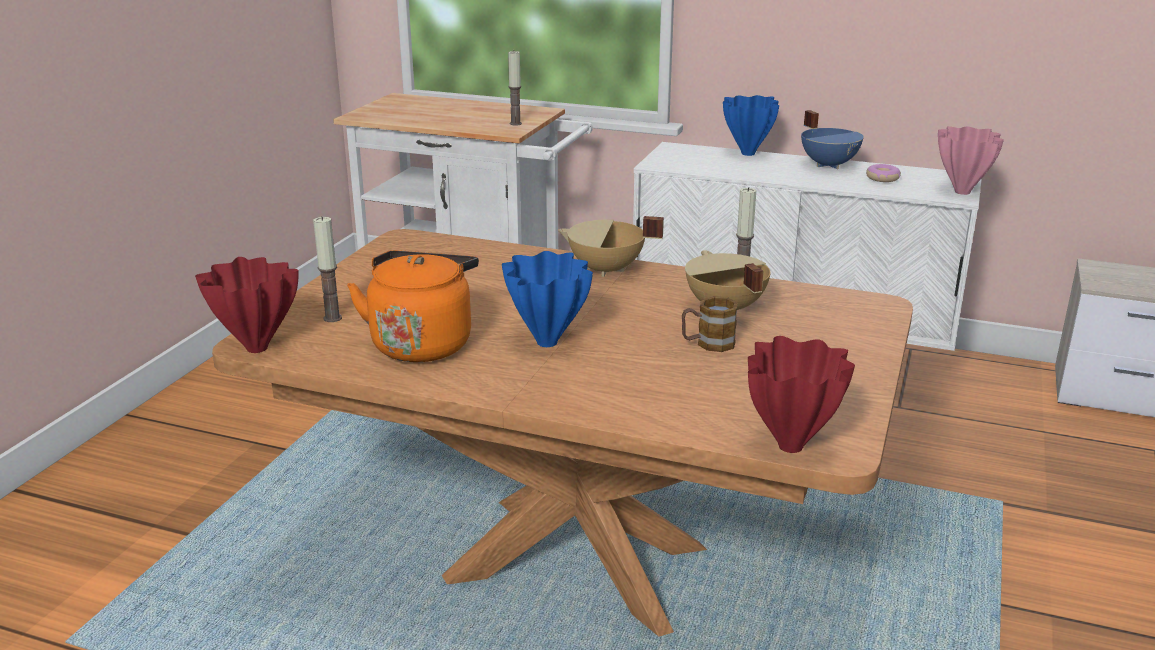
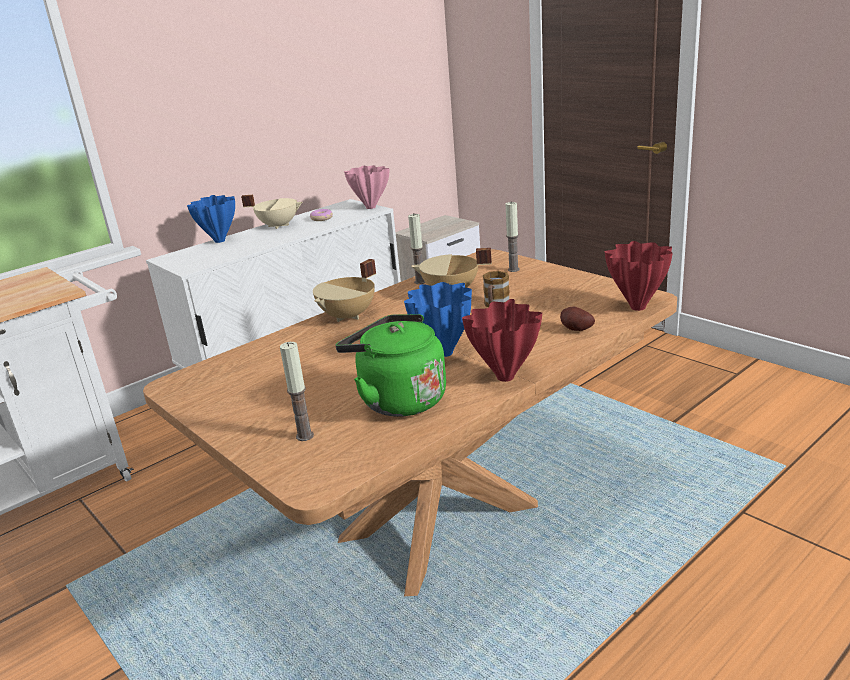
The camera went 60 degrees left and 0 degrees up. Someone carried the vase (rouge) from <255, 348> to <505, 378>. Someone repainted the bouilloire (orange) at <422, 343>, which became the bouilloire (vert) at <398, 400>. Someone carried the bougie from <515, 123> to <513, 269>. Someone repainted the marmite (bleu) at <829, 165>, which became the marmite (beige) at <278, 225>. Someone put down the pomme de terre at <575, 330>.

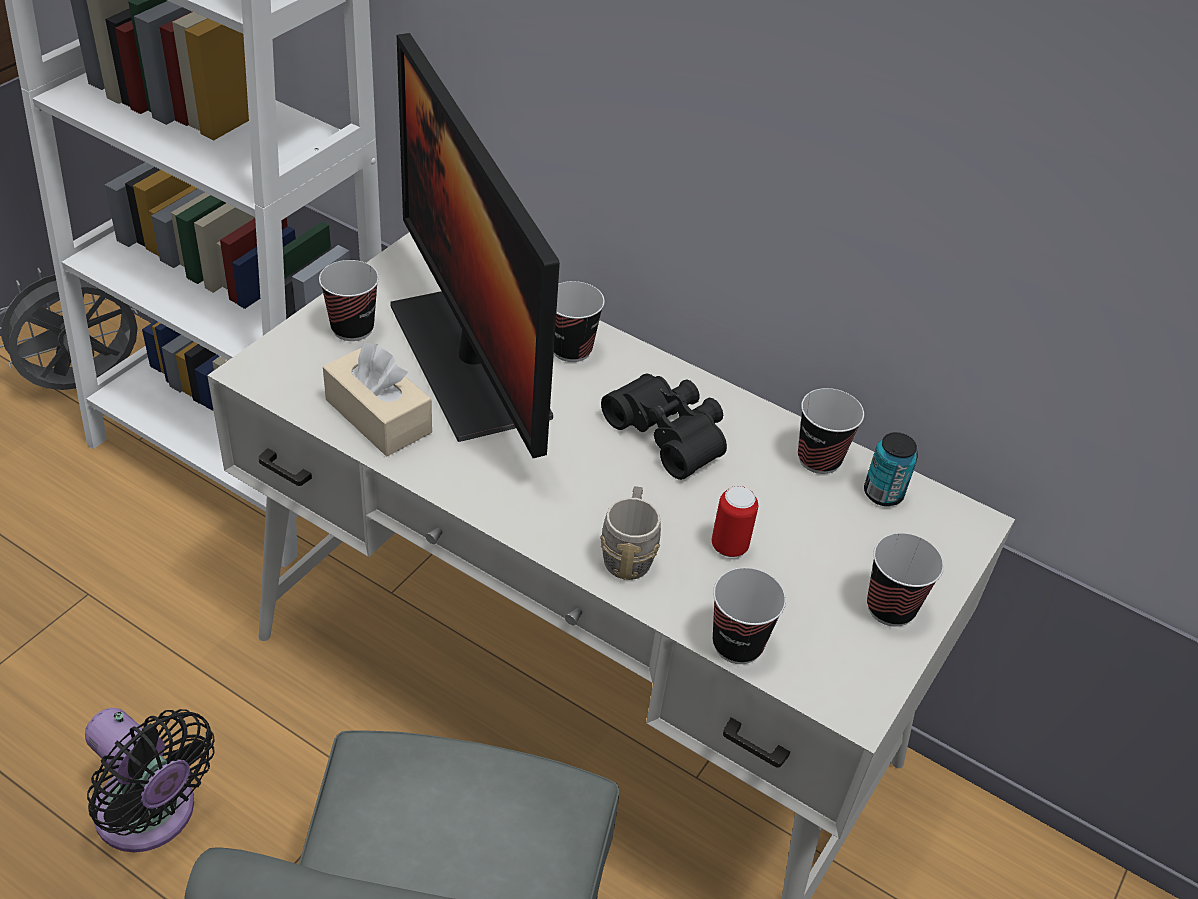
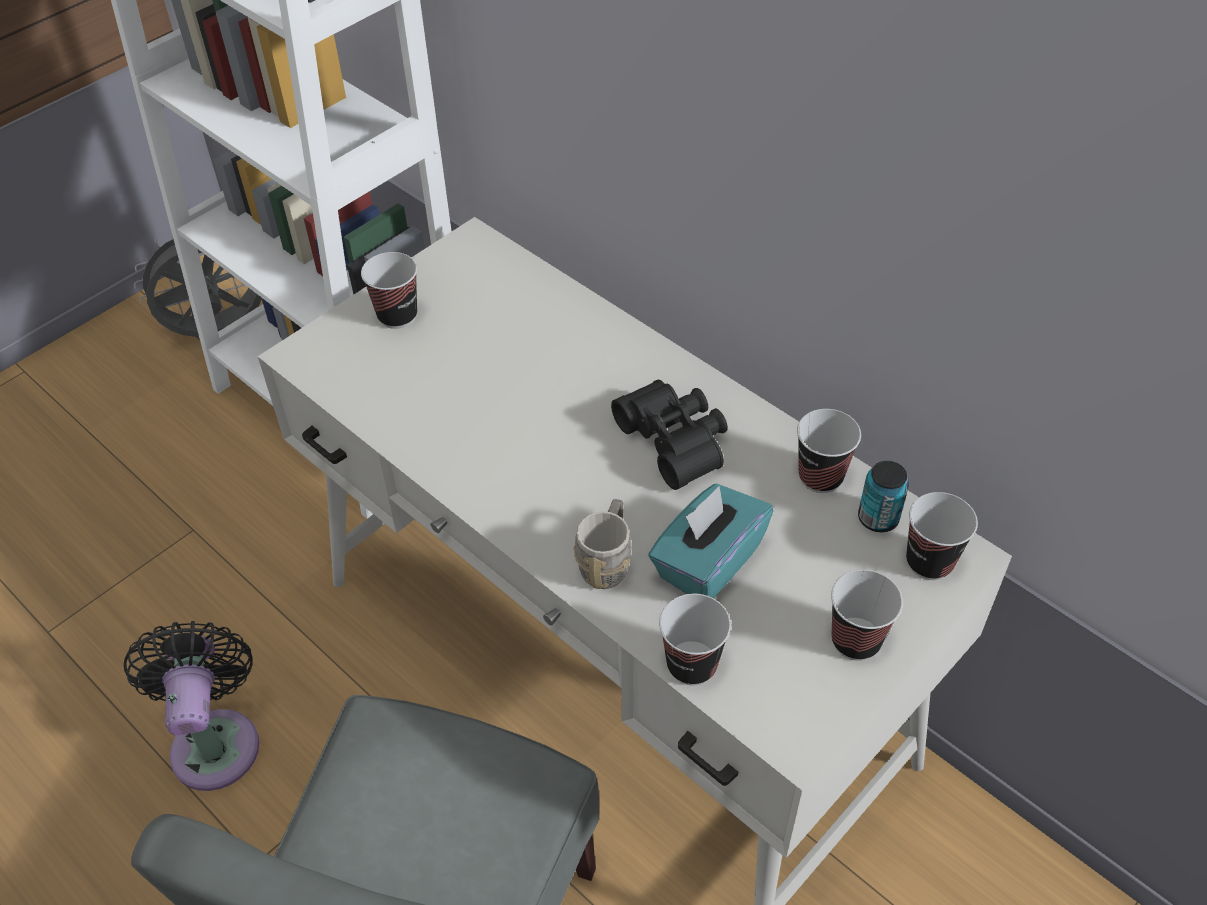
The camera went 15 degrees right and 5 degrees up. Someone rotated the ventilateur (noir) at <151, 815> by 150 degrees counterclockwise. Someone took away the boîte à mouchoirs (beige) at <378, 416>. Someone took away the écran d'ordinateur at <468, 360>. Someone carried the tasse from <571, 349> to <929, 562>. Someone swapped the boîte métallique at <729, 546> for the boîte à mouchoirs (turquoise) at <707, 562>.

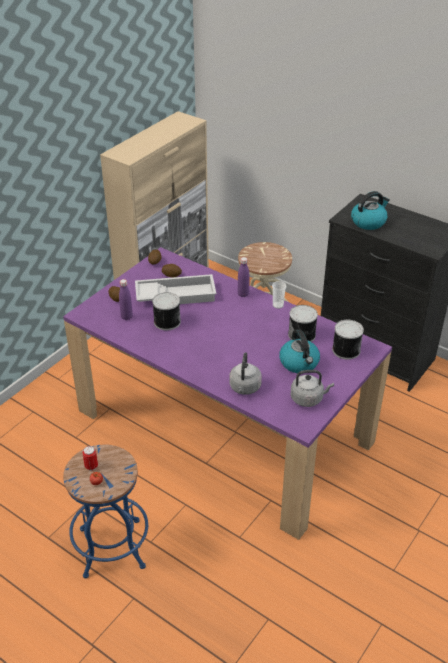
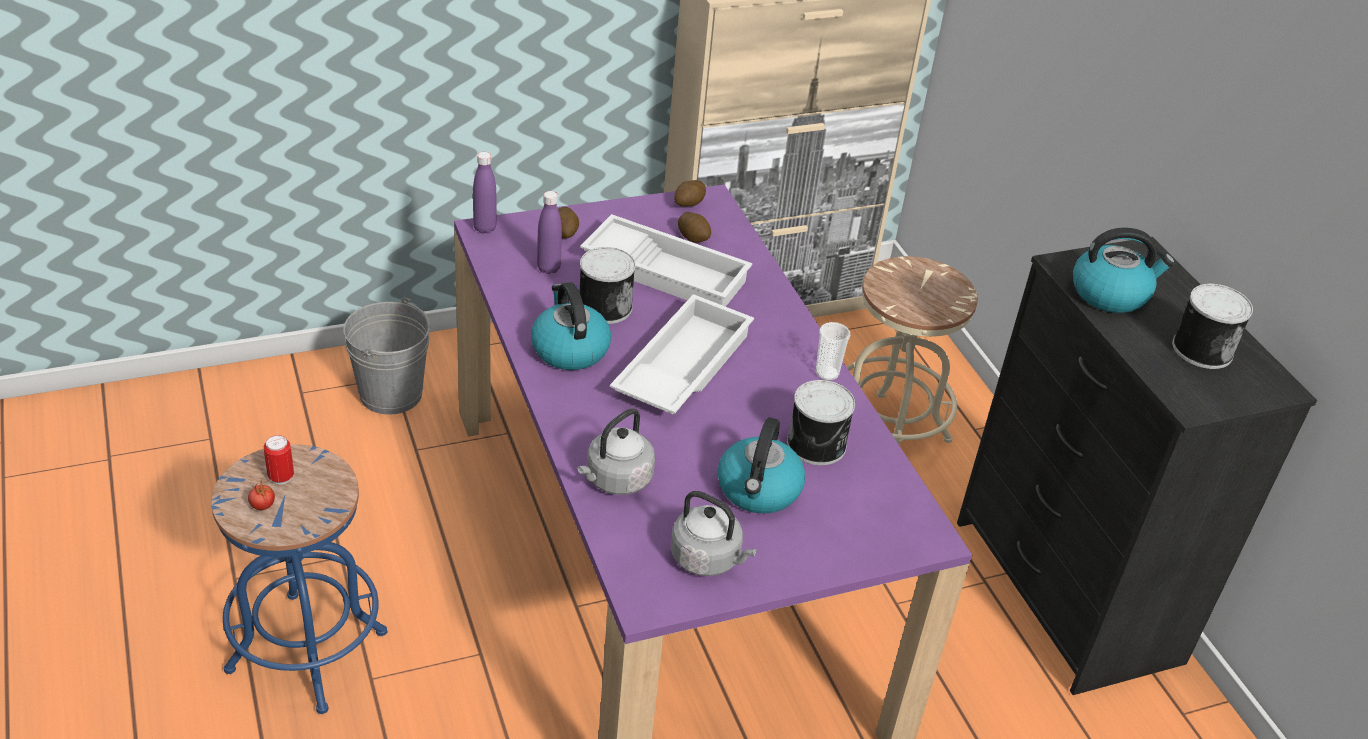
The camera went 30 degrees right and 0 degrees up. Someone carried the bouteille (violet) from <243, 294> to <485, 228>. Someone carried the boîte métallique from <345, 349> to <1201, 348>. Someone put down the seau (gris) at <391, 394>. Someone put down the bouilloire at <569, 349>. Someone put down the plateau (blanc) at <681, 366>.

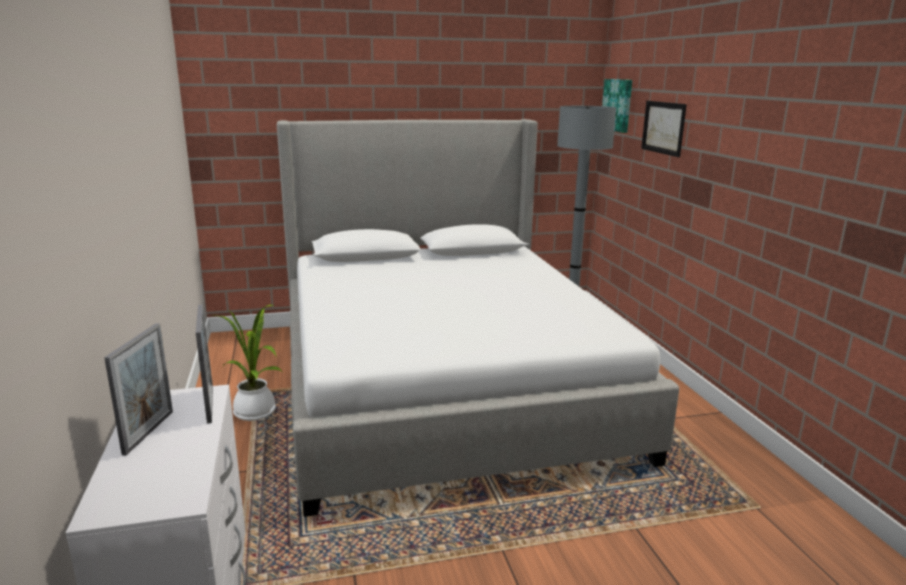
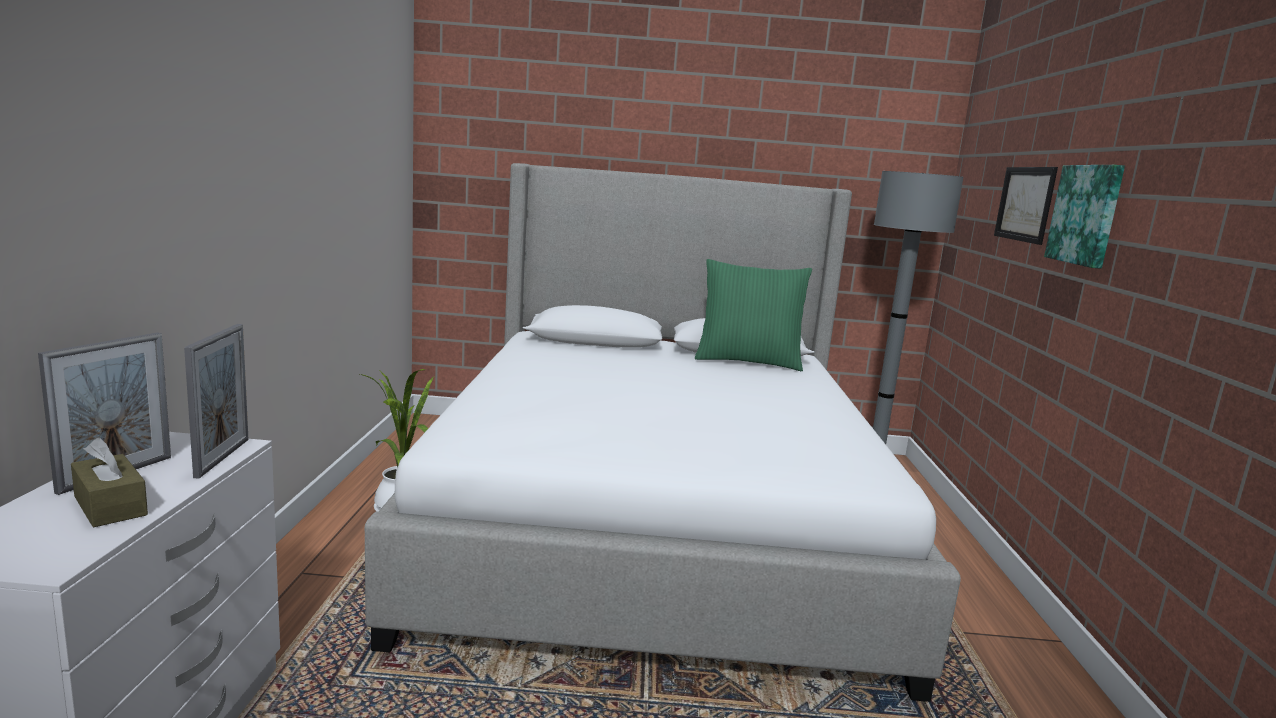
The camera went 15 degrees right and 5 degrees down. Someone carried the tableau from <618, 105> to <1086, 215>. Someone put down the boîte à mouchoirs (marron) at <110, 506>. Someone put down the coussin (vert) at <748, 361>.

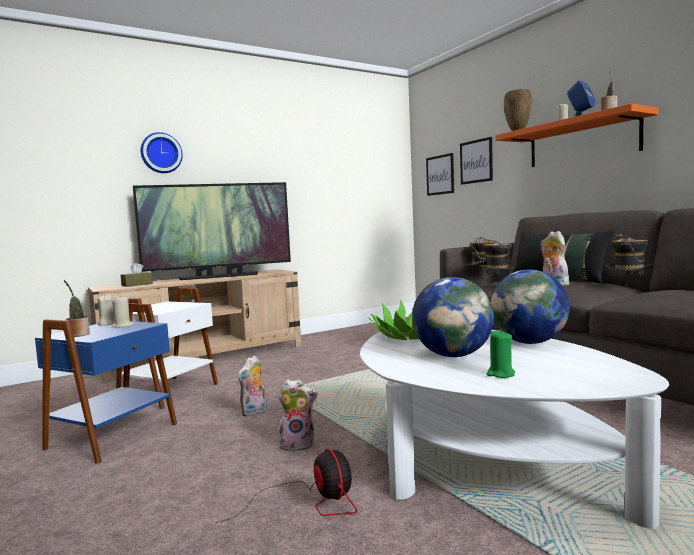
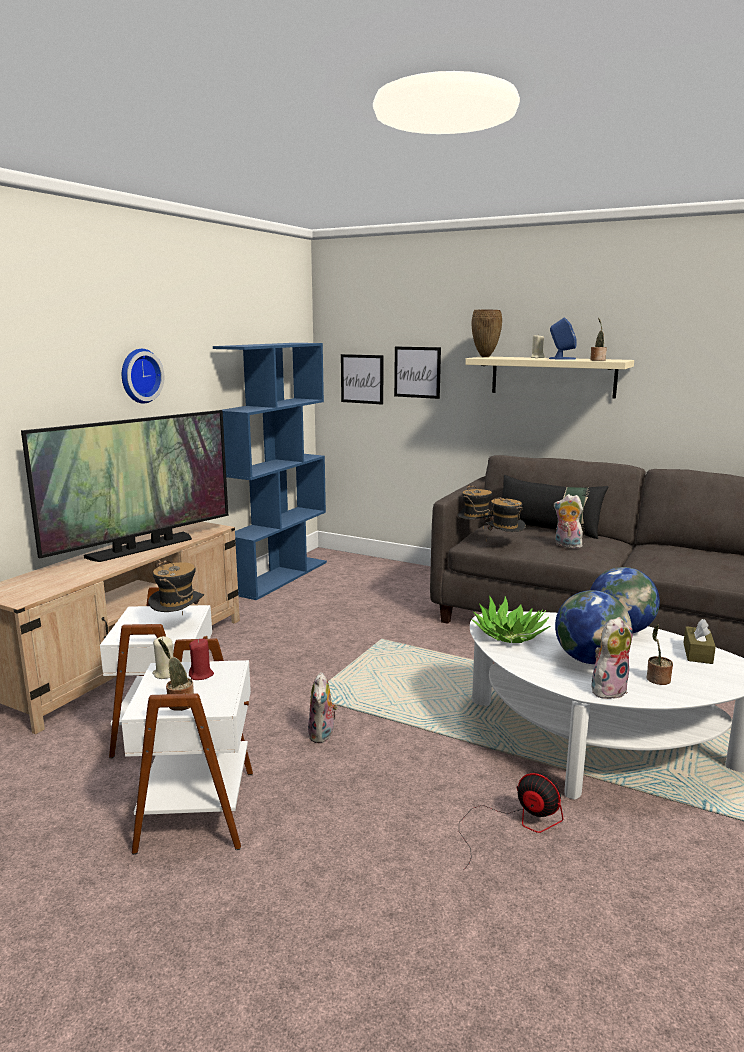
The camera went 30 degrees left and 10 degrees up. Someone repainted the table d'appoint (bleu) at <115, 436>, which became the table d'appoint (blanc) at <200, 809>. Someone repainted the bougie (beige) at <123, 326>, which became the bougie (rouge) at <201, 675>. Someone carried the boîte à mouchoirs (marron) from <137, 284> to <697, 653>. Someone carried the horloge murale from <161, 153> to <139, 376>. Someone carried the peluche from <298, 444> to <608, 689>. Someone swapped the bougie (vert) at <500, 374> for the plante en pot at <657, 680>. Someone repainted the étagère (orange) at <582, 142>, which became the étagère (beige) at <553, 376>. Someone carried the chapeau from <629, 291> to <178, 626>. Someone put down the bibliothèque (bleu) at <279, 577>.

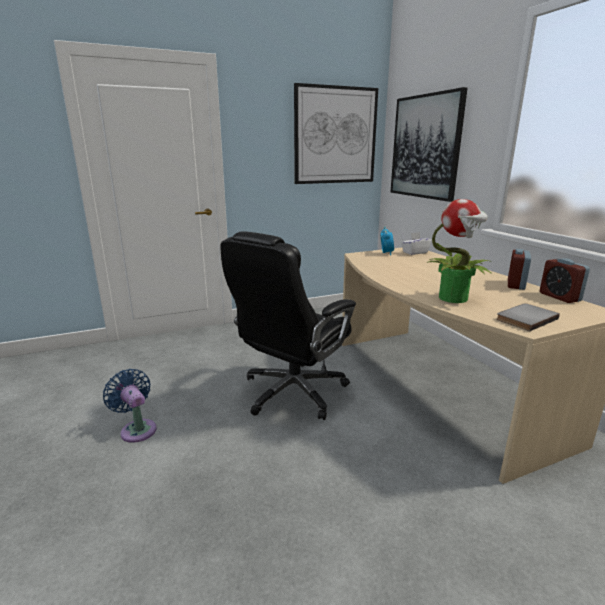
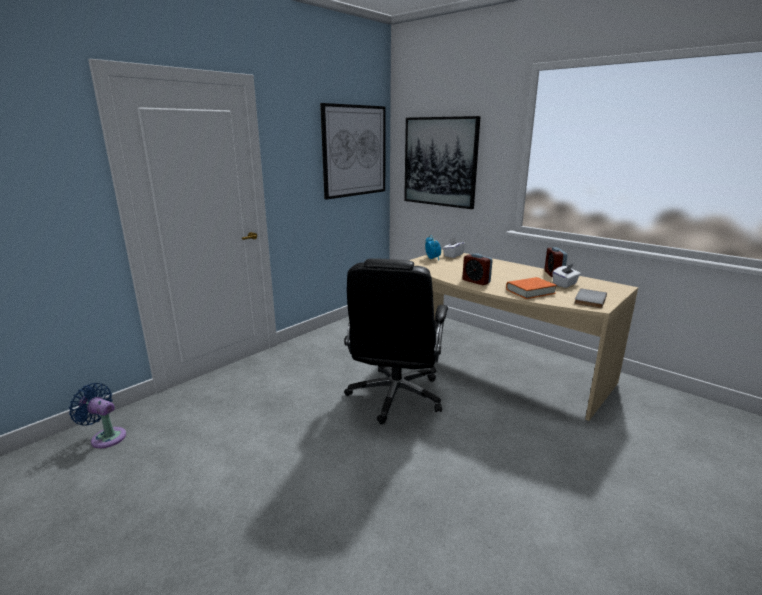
The camera went 25 degrees left and 0 degrees up. Someone carried the ventilateur (bleu) from <137, 429> to <106, 437>. Someone swapped the plante en pot at <454, 298> for the livre (orange) at <530, 291>. Someone carried the réveil from <559, 297> to <476, 281>. Someone put down the boîte à mouchoirs (blanc) at <565, 284>.

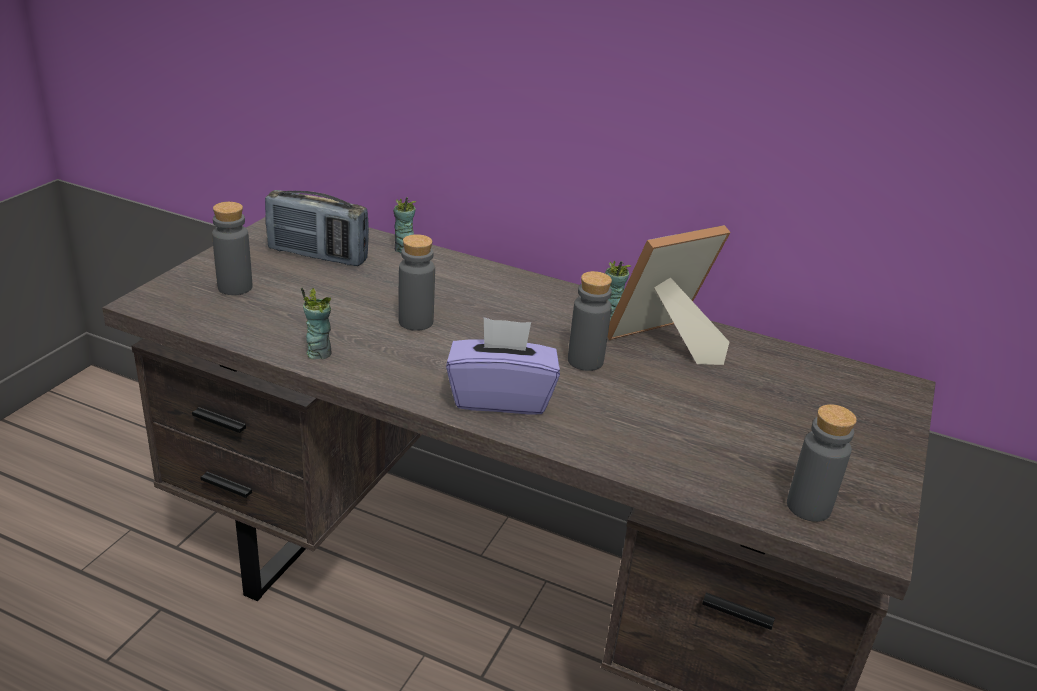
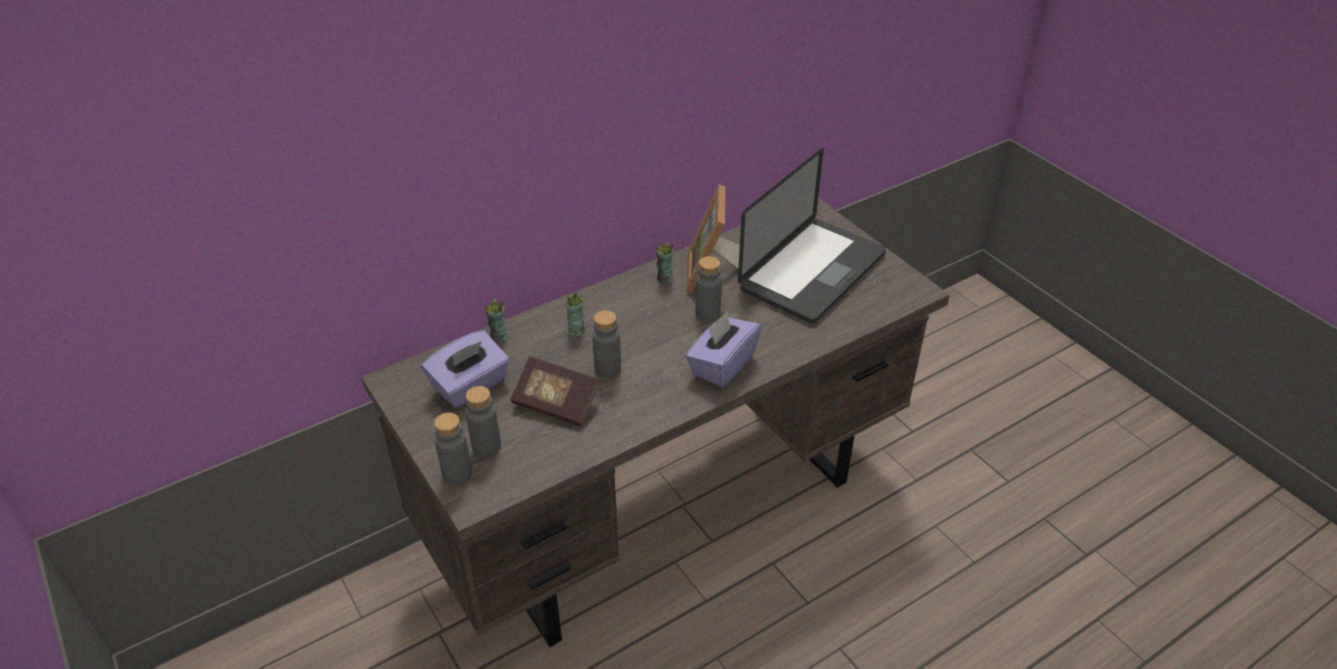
The camera went 55 degrees left and 10 degrees up. Someone swapped the radio at <317, 255> for the boîte à mouchoirs (violet) at <470, 386>. Someone carried the tasse from <318, 353> to <576, 330>. Someone carried the bouteille (gris) from <808, 507> to <457, 474>. Someone put down the livre at <556, 403>. Someone put down the ordinateur portable at <812, 271>.

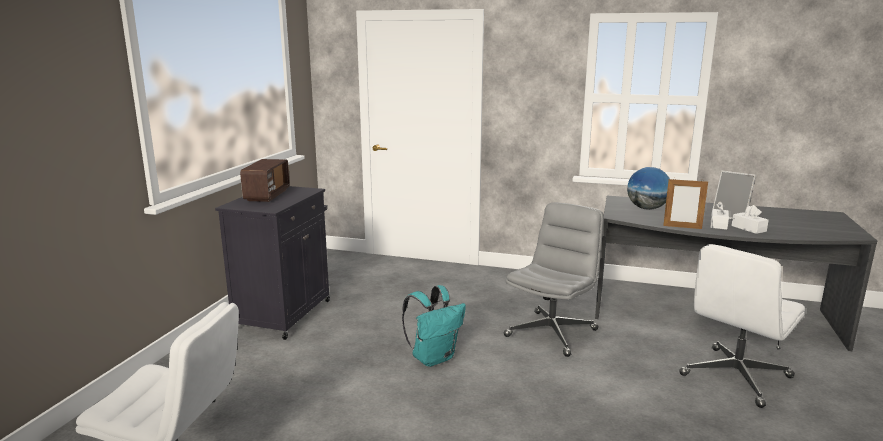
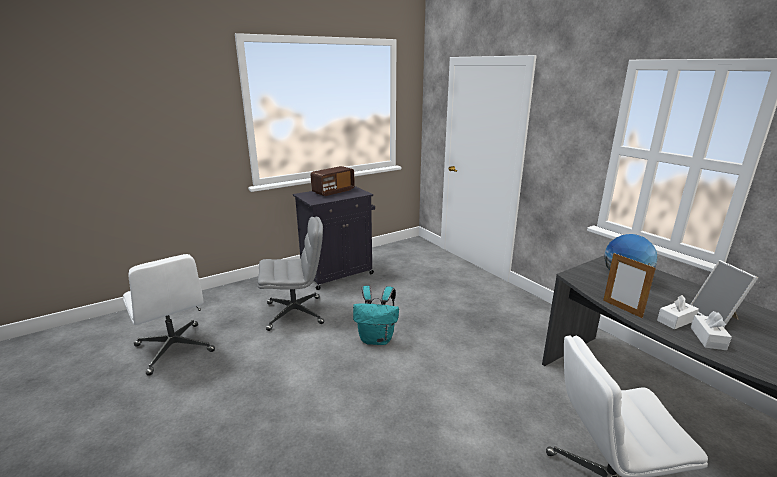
The camera went 40 degrees right and 5 degrees up. Someone carried the chaise de bureau (gris) from <551, 332> to <295, 313>.

